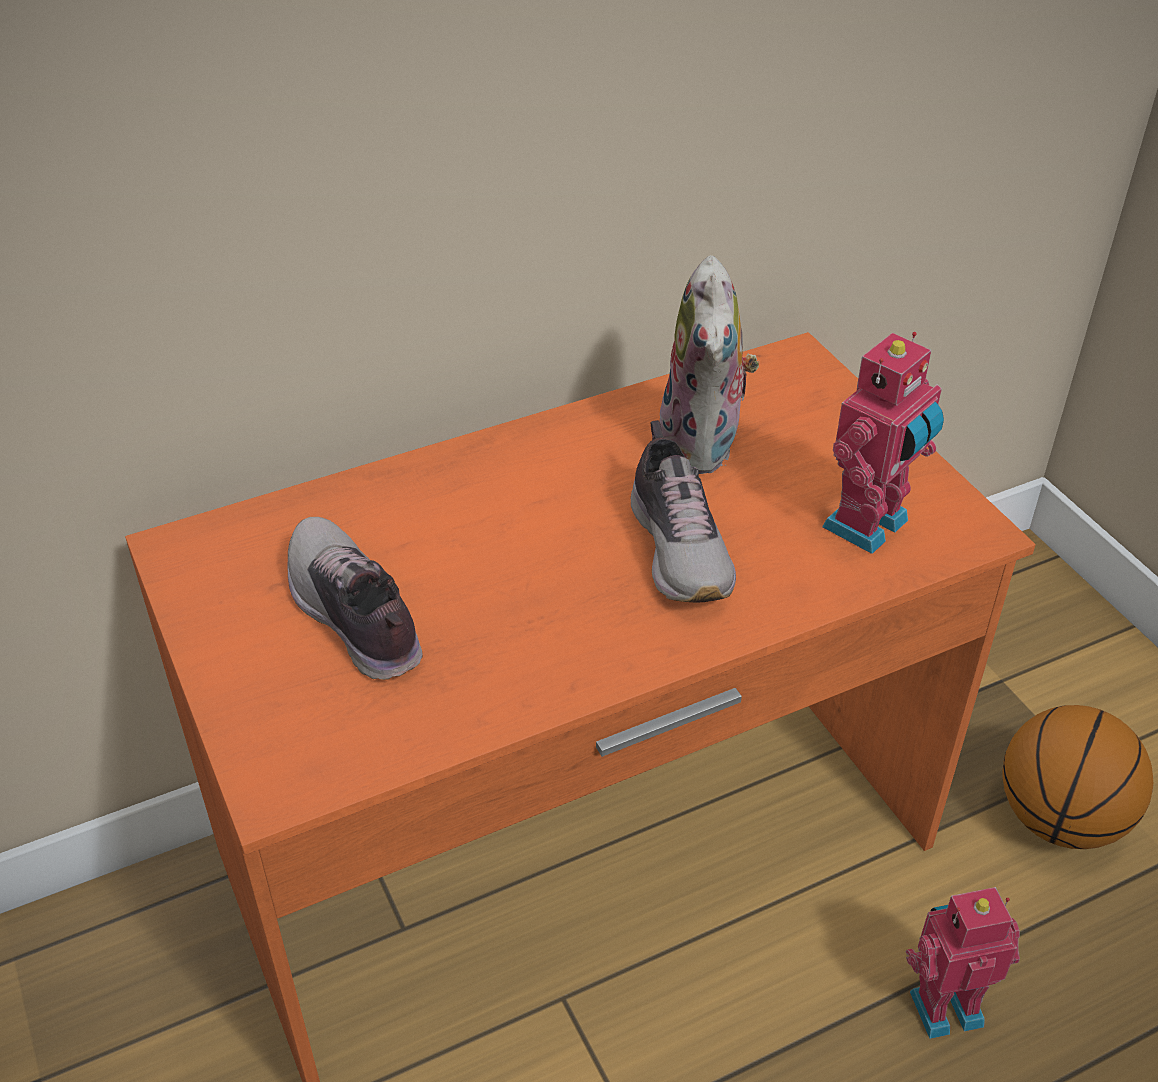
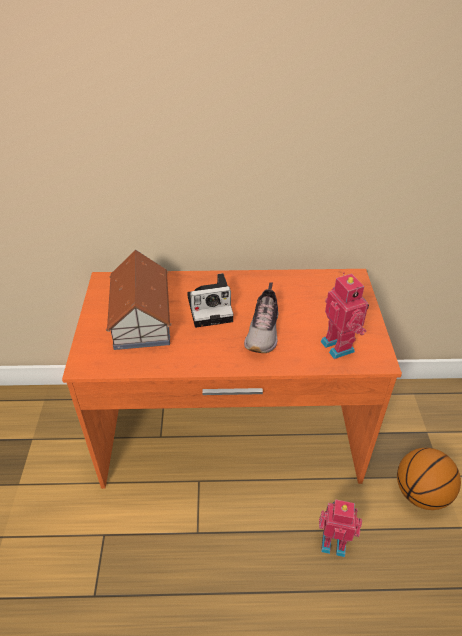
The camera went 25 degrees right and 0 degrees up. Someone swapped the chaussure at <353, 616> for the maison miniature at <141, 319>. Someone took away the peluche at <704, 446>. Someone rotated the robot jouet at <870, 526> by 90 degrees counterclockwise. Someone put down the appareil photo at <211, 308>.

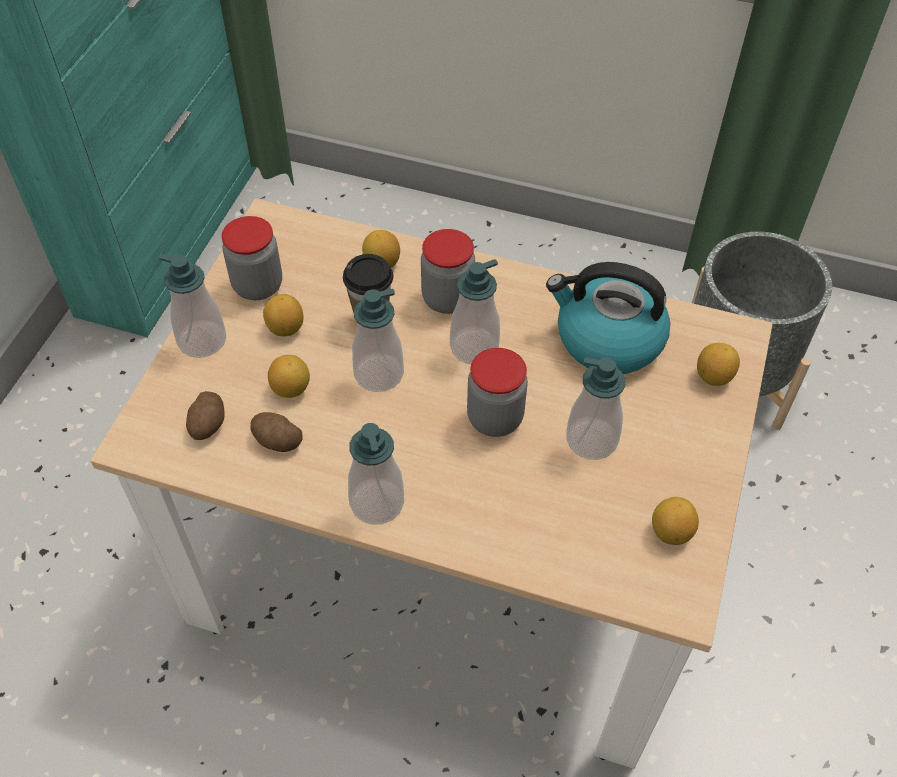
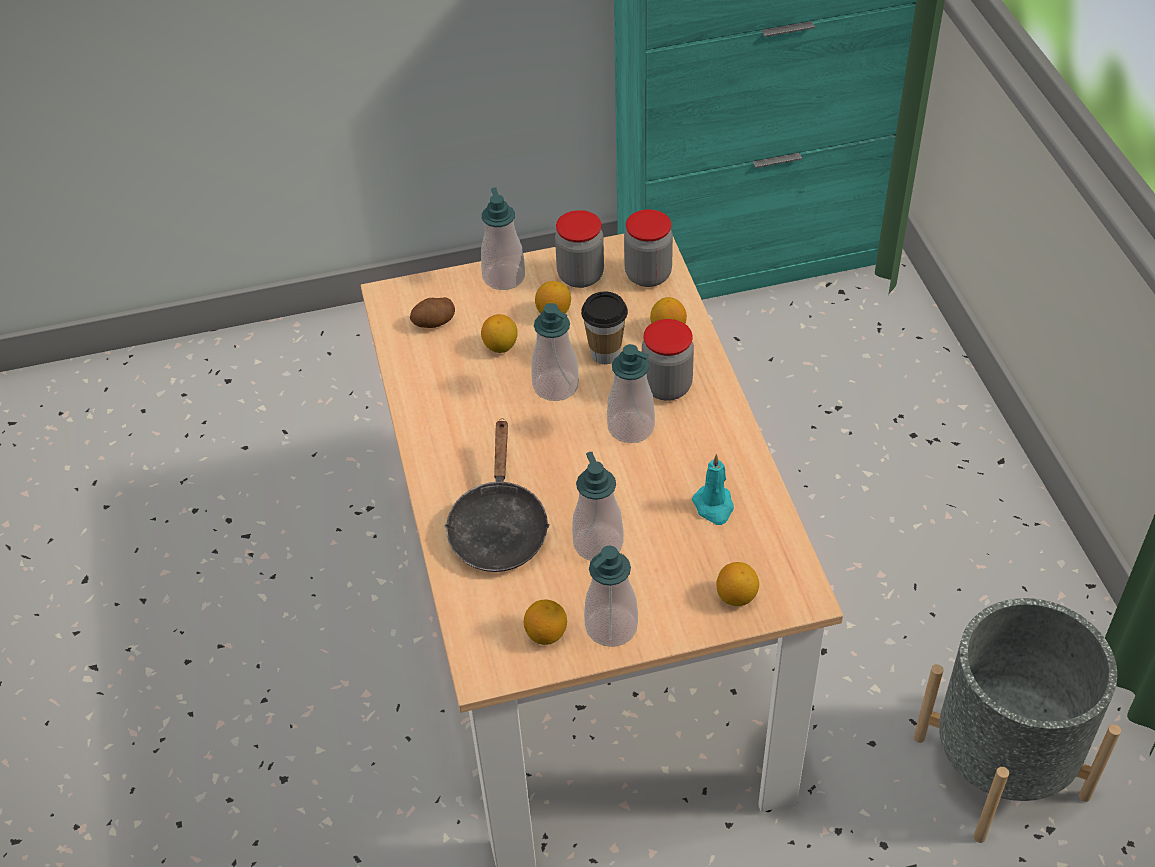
The camera went 60 degrees right and 5 degrees down. Someone took away the pomme de terre at <277, 441>. Someone carried the distributeur de savon from <377, 502> to <611, 626>. Someone carried the bocal from <495, 418> to <648, 275>. Someone swapped the bouilloire at <607, 340> for the bougie (turquoise) at <714, 506>. Someone put down the poêle (noir) at <498, 527>.

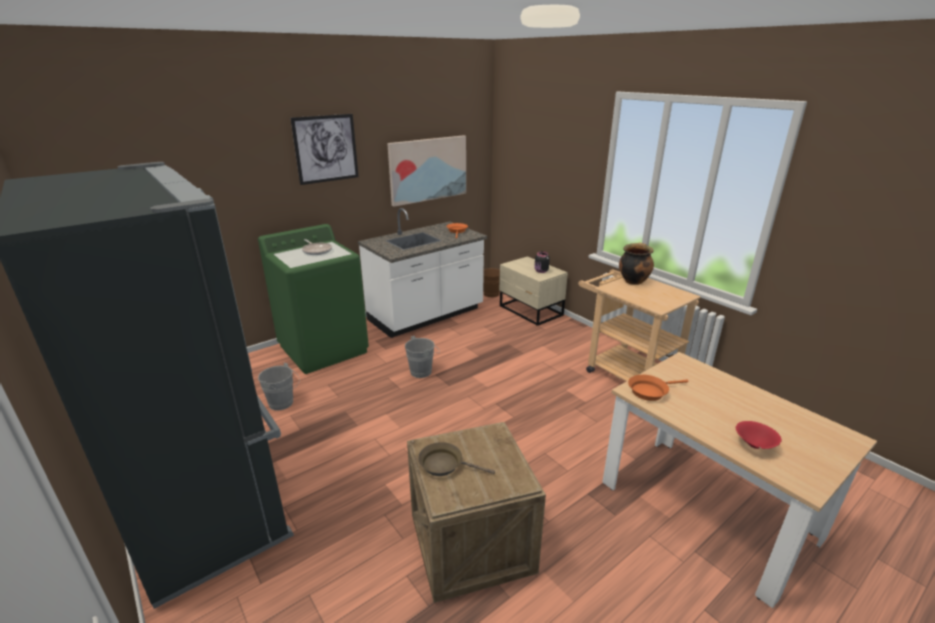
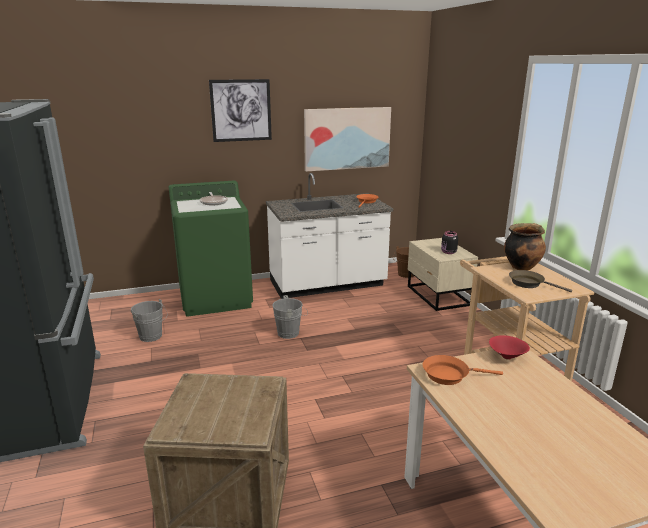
The camera went 20 degrees right and 5 degrees down. Someone carried the poêle (marron) from <445, 464> to <529, 283>. Someone carried the bol (rouge) from <754, 446> to <506, 357>.

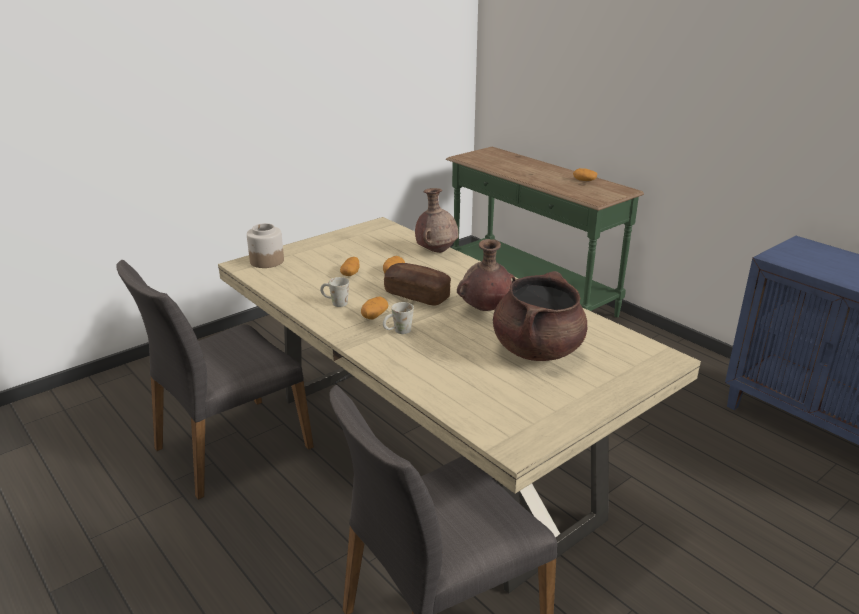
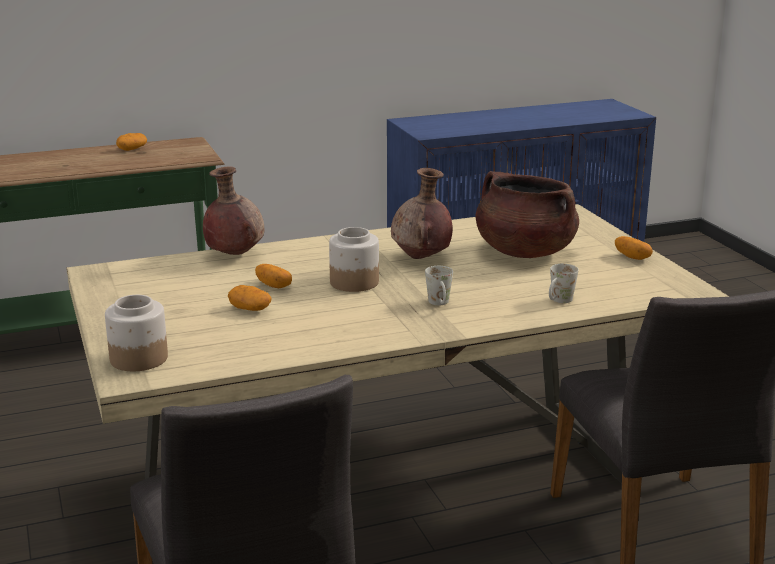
The camera went 70 degrees left and 5 degrees down. Someone carried the mug (blanc) from <335, 303> to <559, 301>. Someone carried the pomme de terre from <374, 315> to <632, 257>. Someone swapped the pain at <417, 295> for the bocal at <353, 282>.

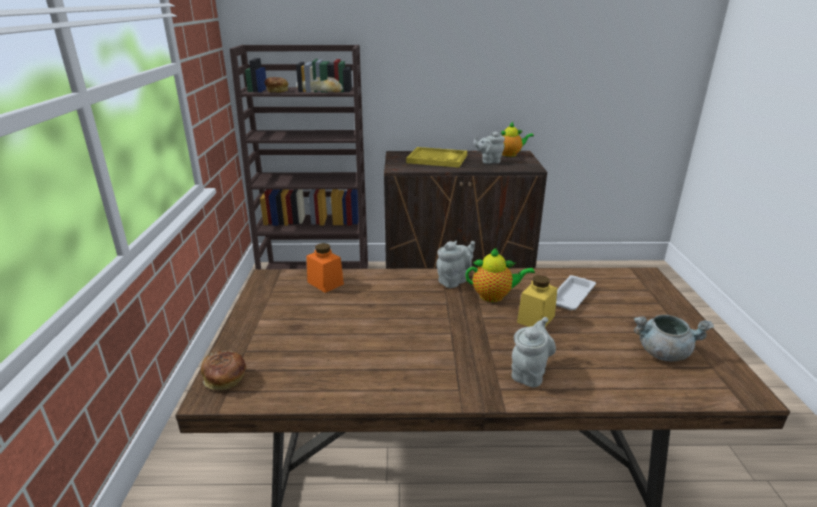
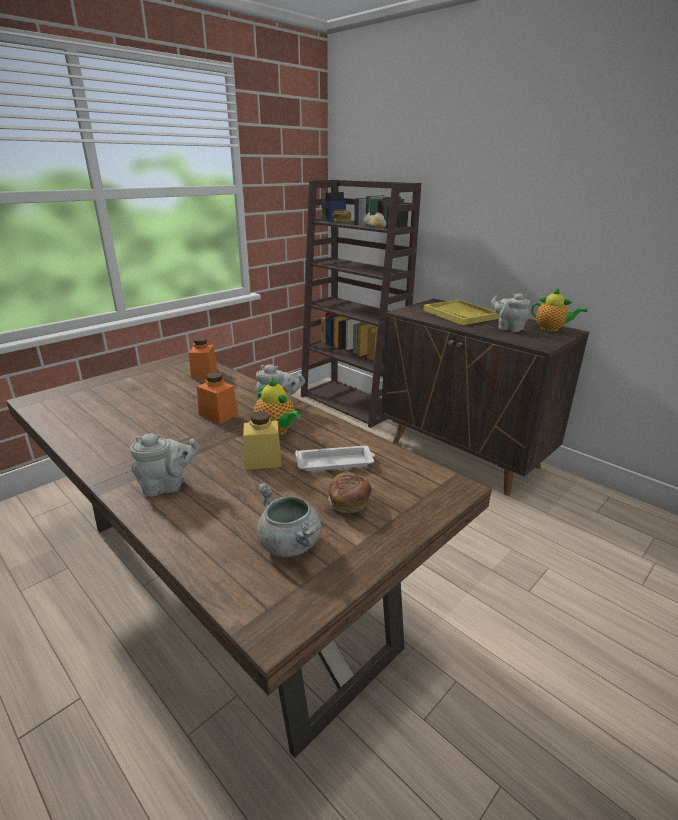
The camera went 45 degrees right and 0 degrees up. Someone carried the pain from <225, 380> to <348, 503>. Someone put down the bocal (orange) at <218, 415>.

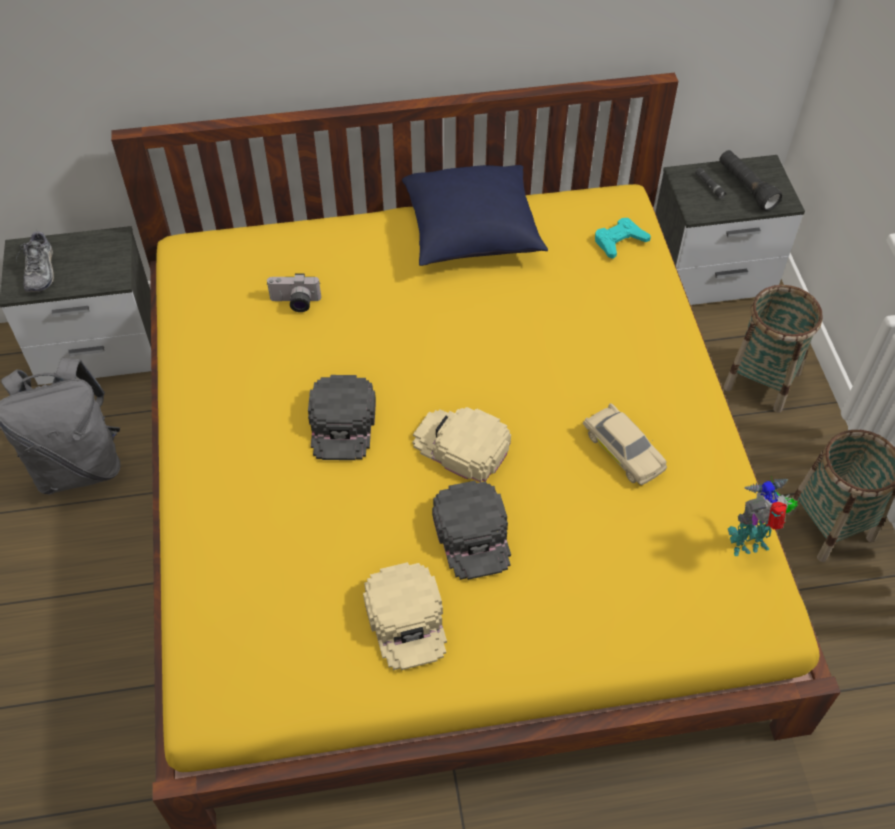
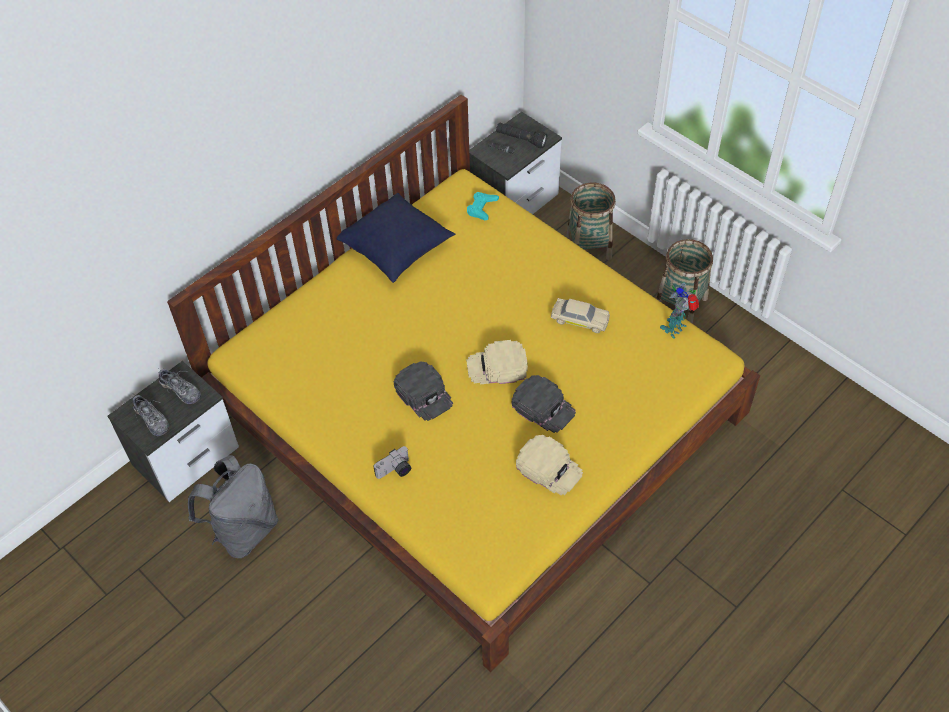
The camera went 35 degrees left and 0 degrees up. Someone carried the appareil photo from <295, 303> to <395, 471>. Someone put down the chaussure at <181, 390>.

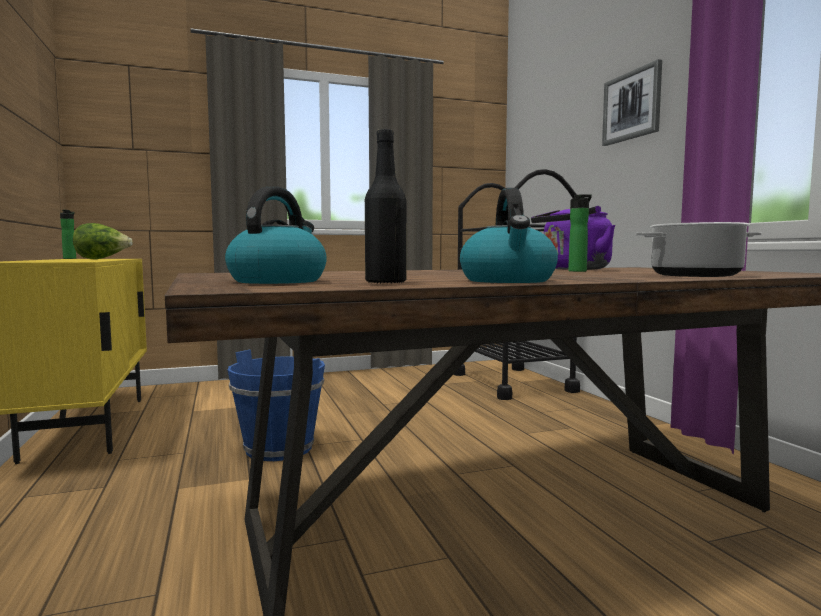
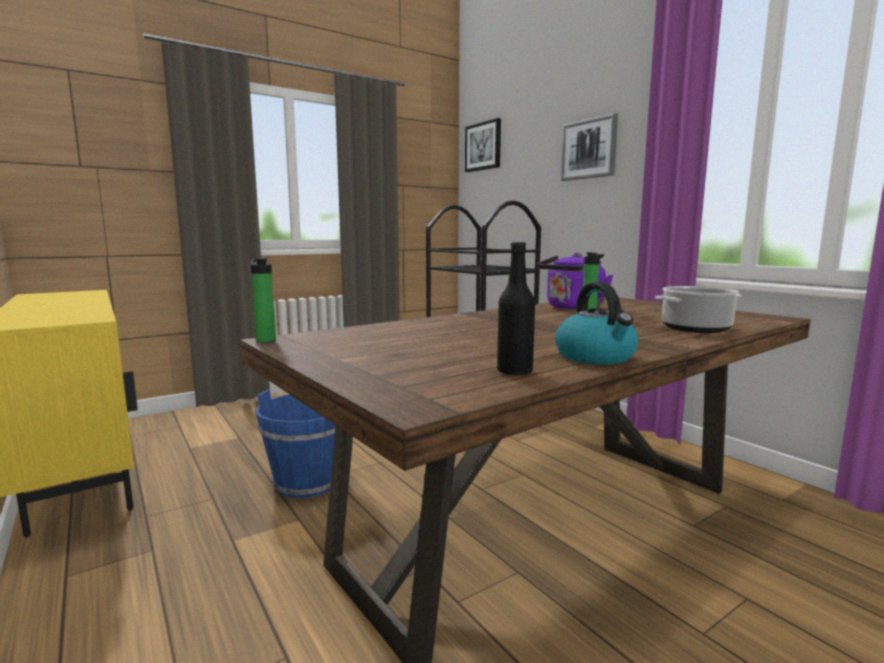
The camera went 15 degrees left and 5 degrees up. Someone carried the bouteille from <70, 258> to <265, 340>. Someone took away the laitue at <102, 259>. Someone took away the bouilloire at <278, 281>. Someone put up the tableau at <483, 146>.

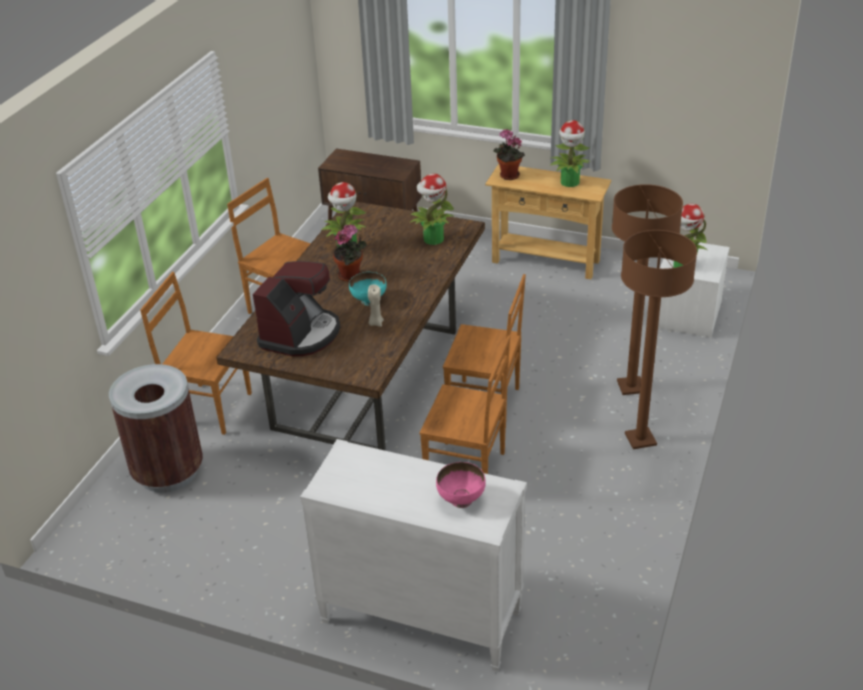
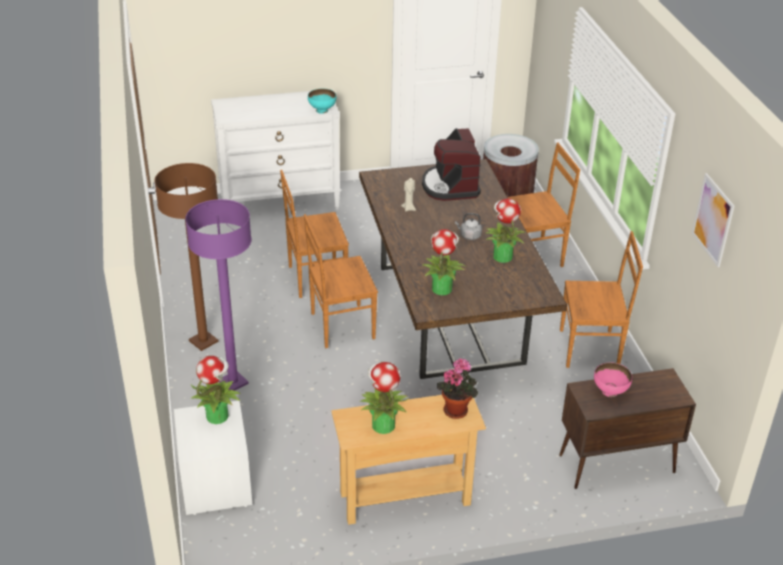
The camera went 145 degrees right and 0 degrees up. Someone swapped the plante en pot at <351, 276> for the bouilloire (gris) at <469, 236>. Someone carried the bol (turquoise) from <368, 300> to <322, 110>. Someone carried the bol (rose) from <461, 499> to <610, 391>. Someone repainted the lampadaire (marron) at <631, 387>, which became the lampadaire (violet) at <233, 382>. Someone put up the tableau at <713, 220>.

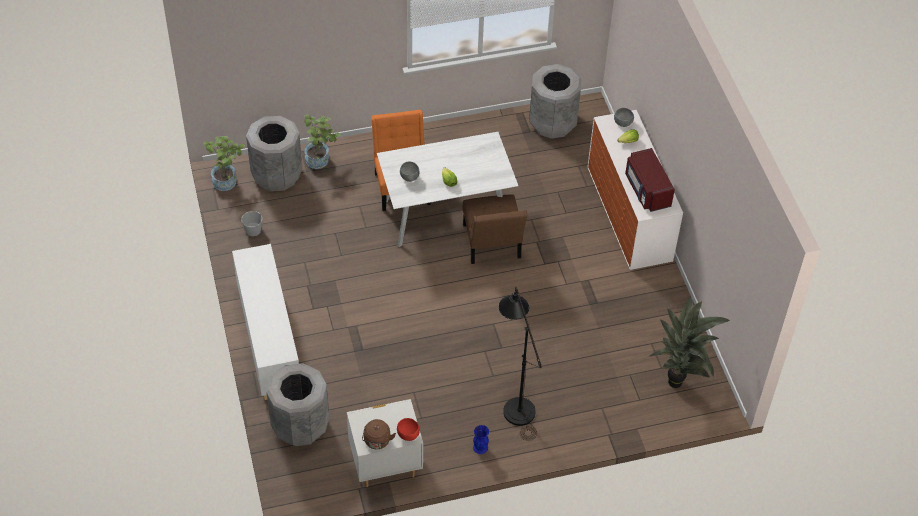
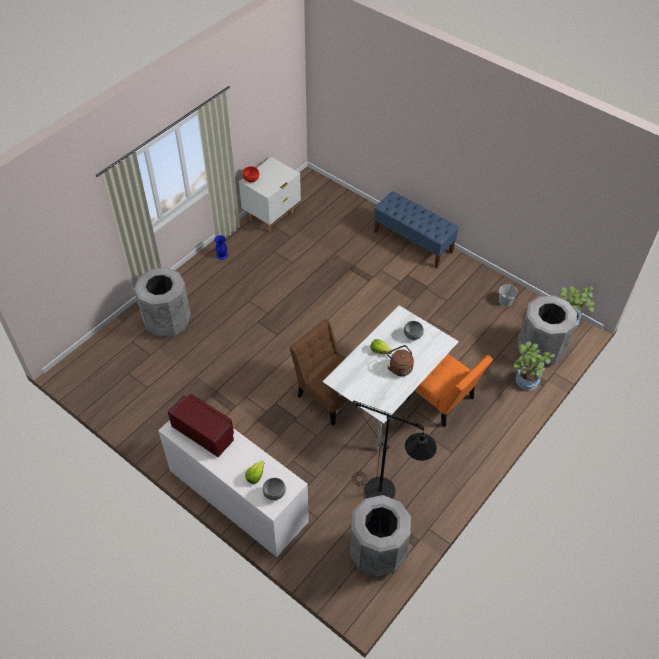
The camera went 145 degrees right and 0 degrees up. Someone swapped the meuble de rangement (blanc) at <268, 339> for the banc (bleu) at <413, 242>. Someone carried the poubelle (gris) from <300, 426> to <167, 322>. Someone carried the bouilloire (marron) from <377, 442> to <399, 367>. Someone carried the lampadaire (noir) from <516, 404> to <387, 496>. Someone took away the plante en pot at <678, 382>.

